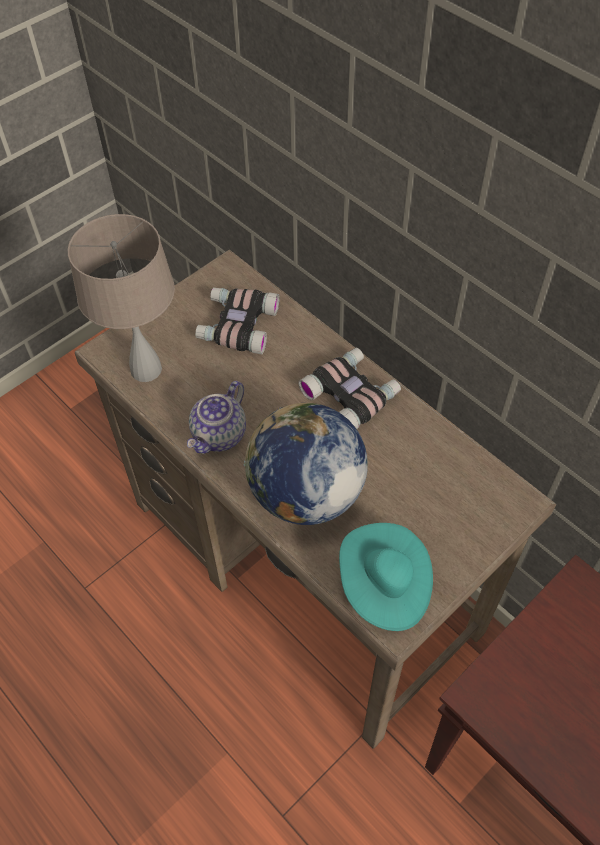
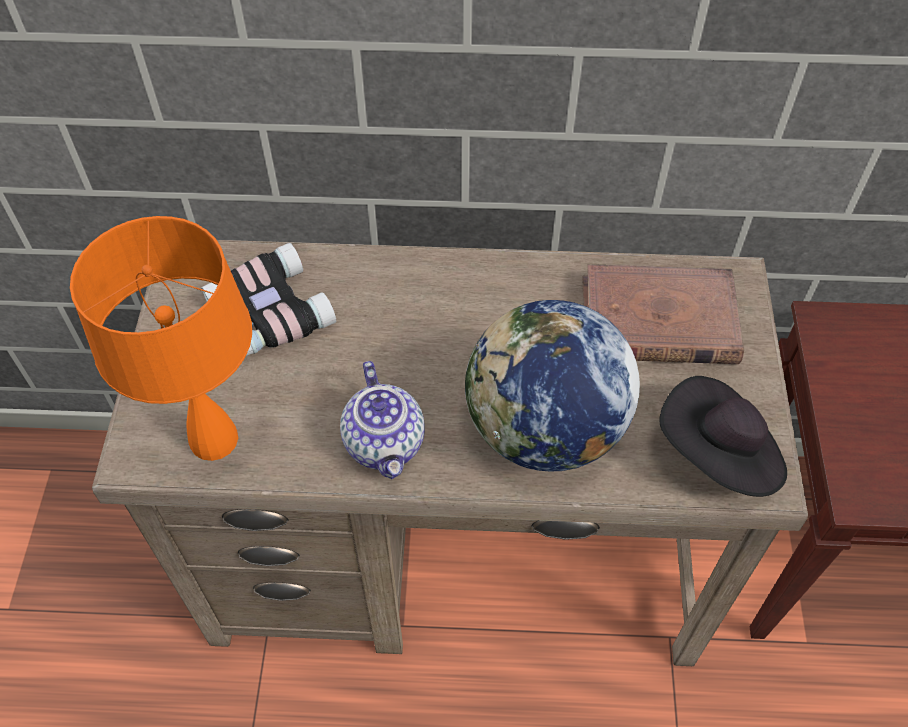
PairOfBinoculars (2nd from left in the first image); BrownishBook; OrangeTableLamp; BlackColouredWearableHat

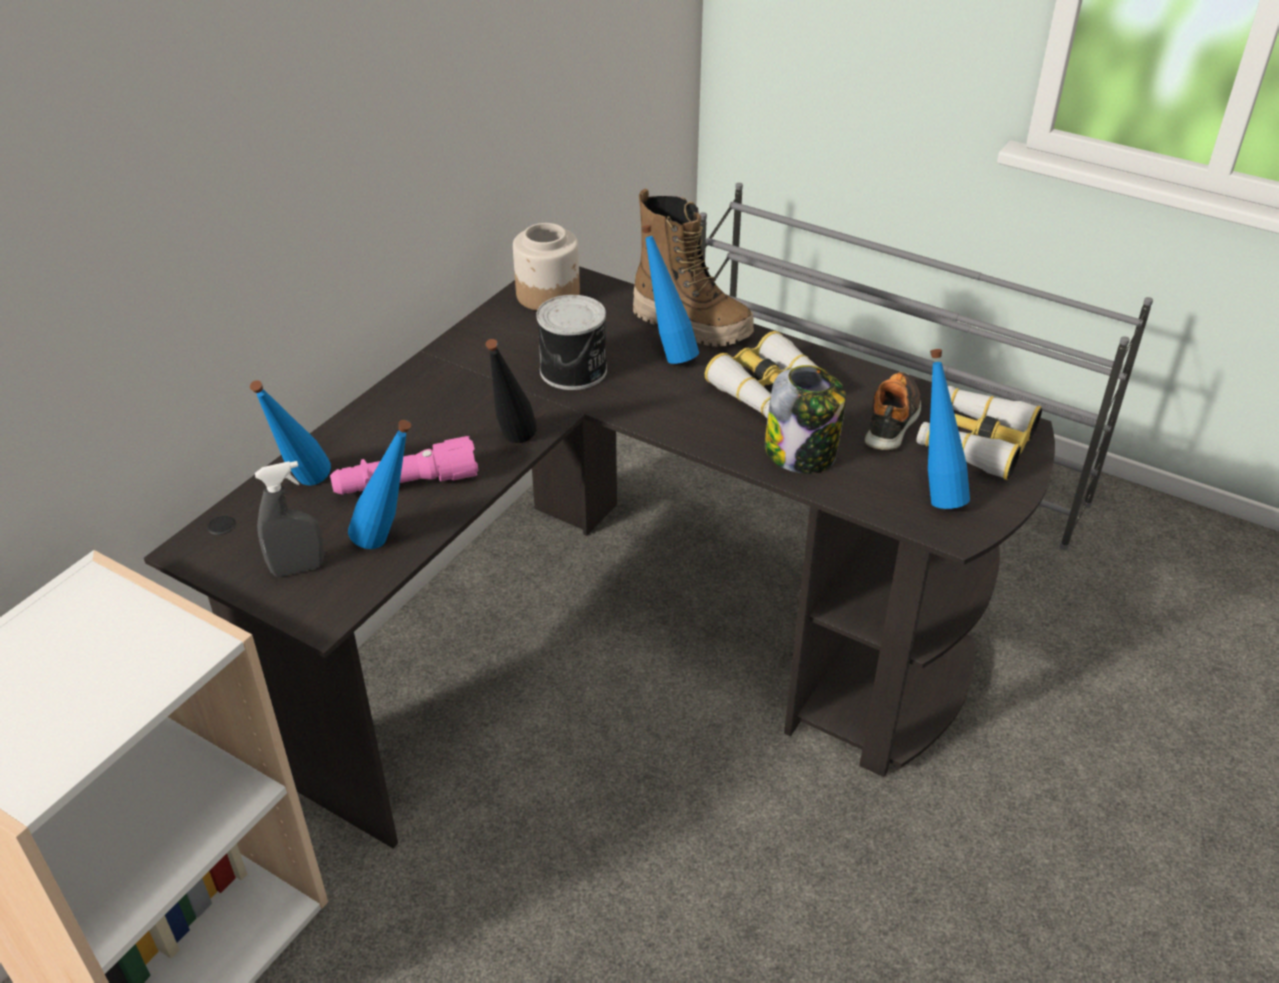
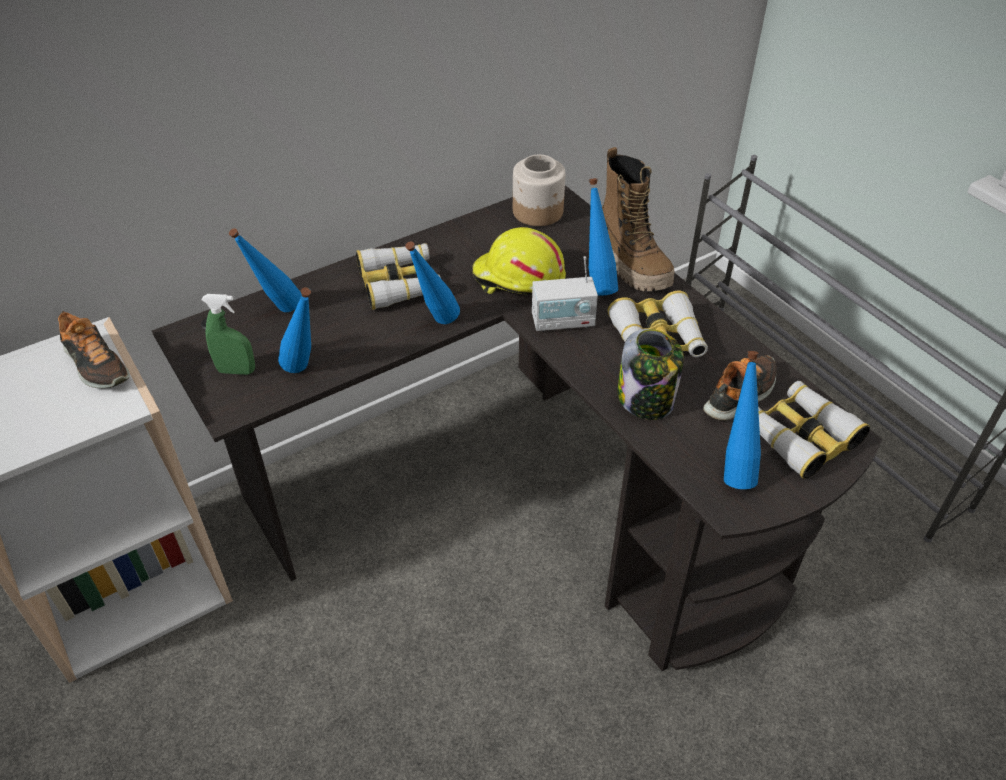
PinkishFlashlight; LowShoe (1st from left); PairOfBinoculars (1st from left); RadioSet; YellowishSafetyHelmet; GreenColouredHandSprayer; BluishBottle (3rd from left)

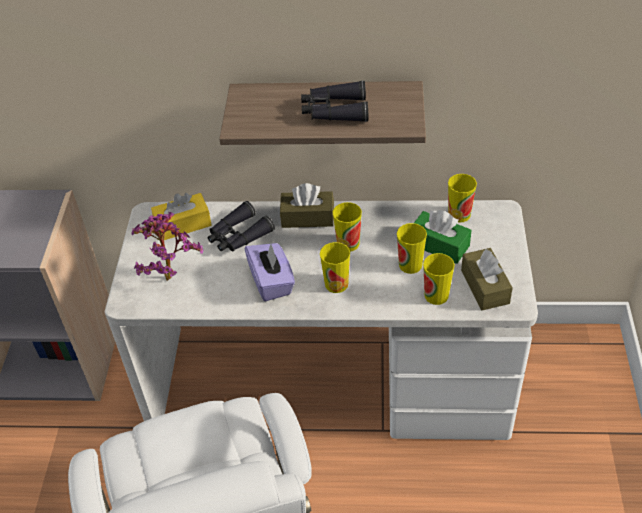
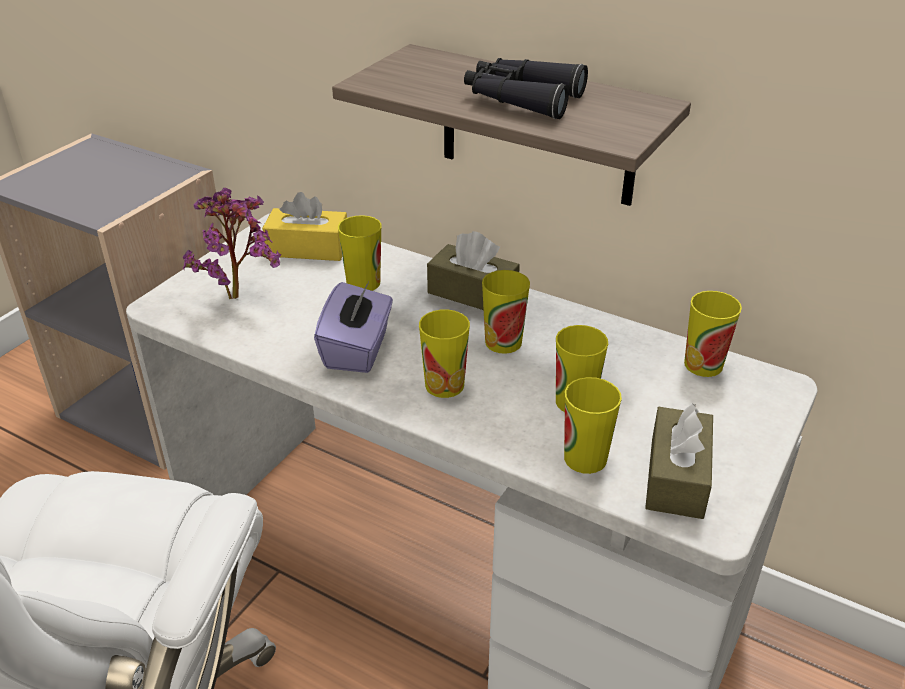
GreenColouredTissueBox; Cup (1st from left)

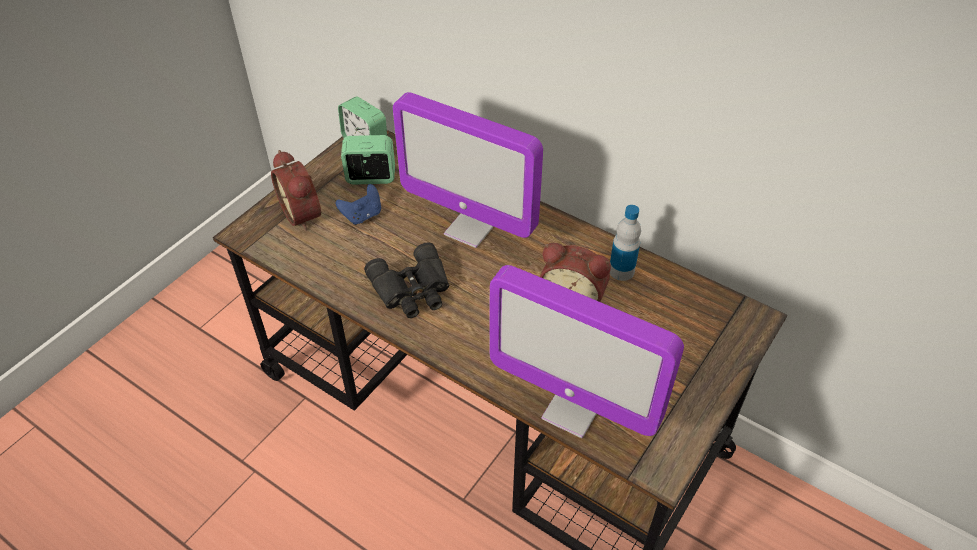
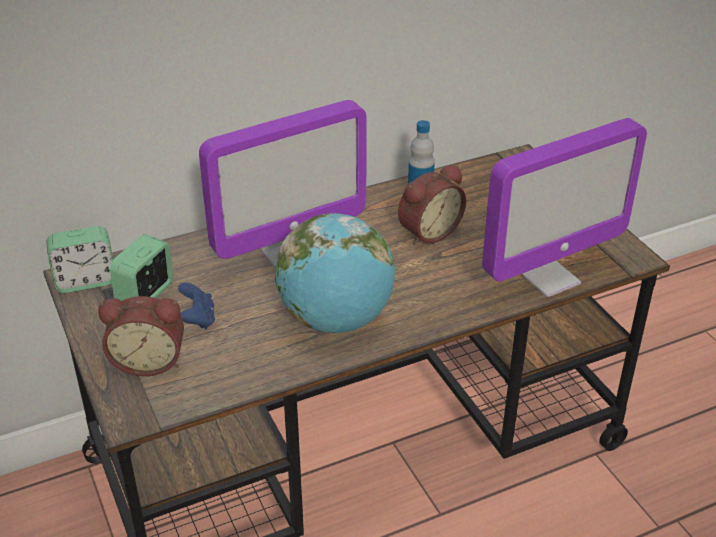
Globe

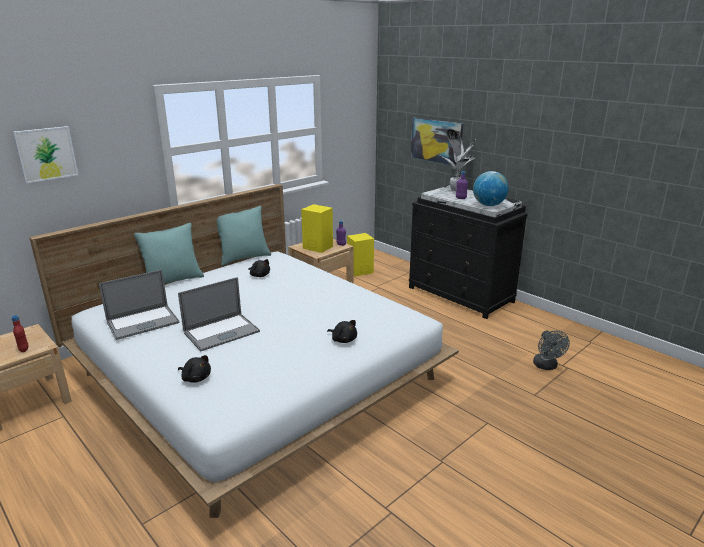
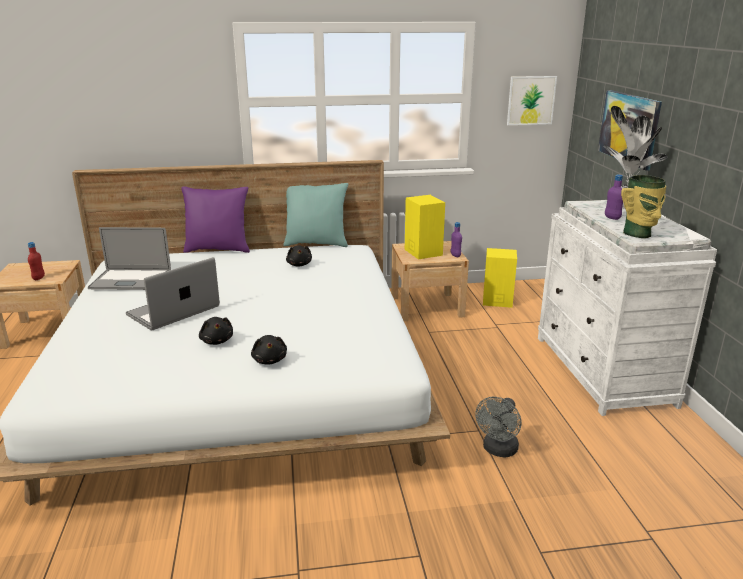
WallArt (1st from left); BlackColouredPlushToy (1st from left); GreyishElectricFan; Vase; PurplePillow; WhiteColouredChestOfDrawers; Laptop (2nd from left)

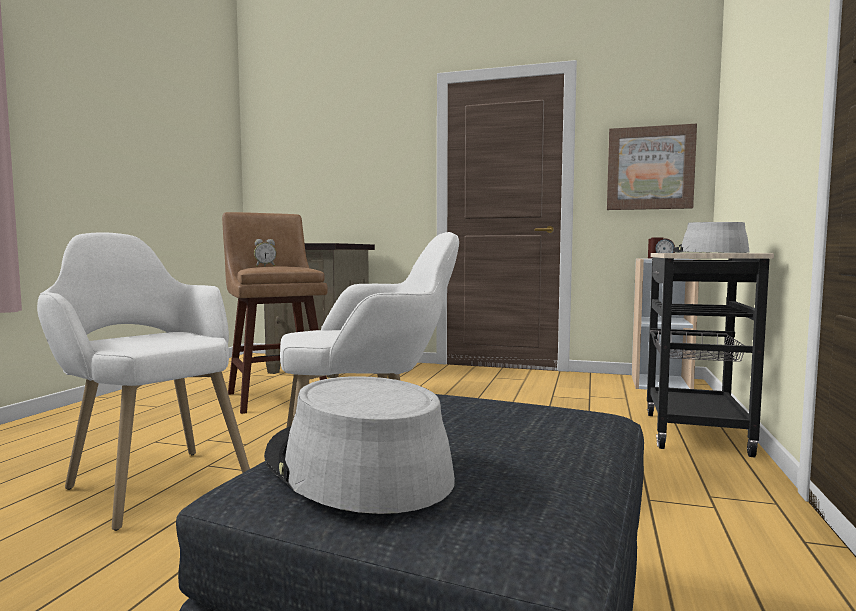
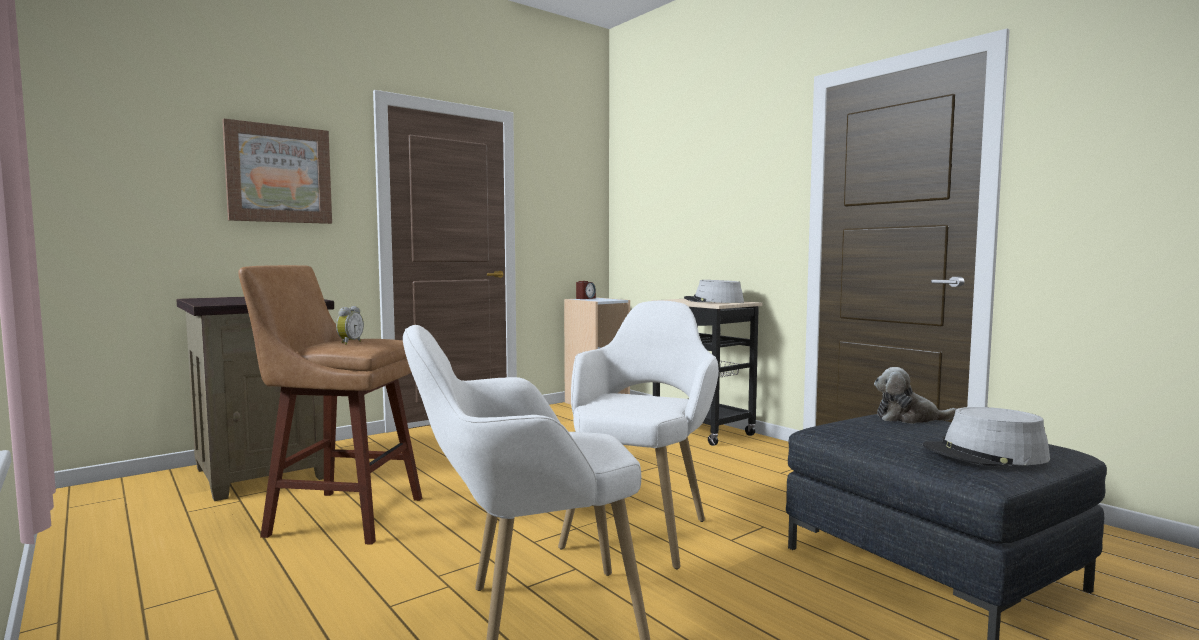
PlushToy; WallArt

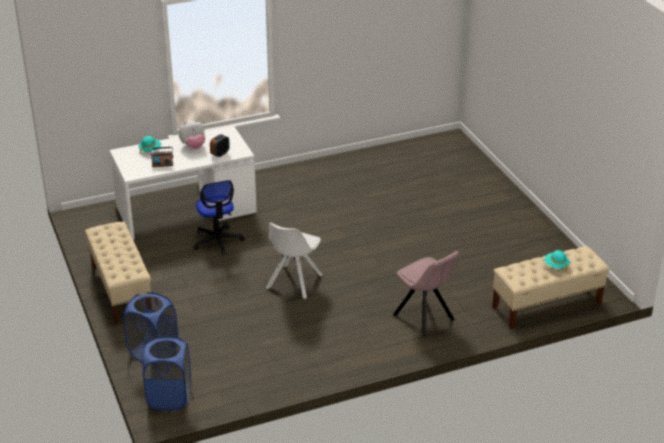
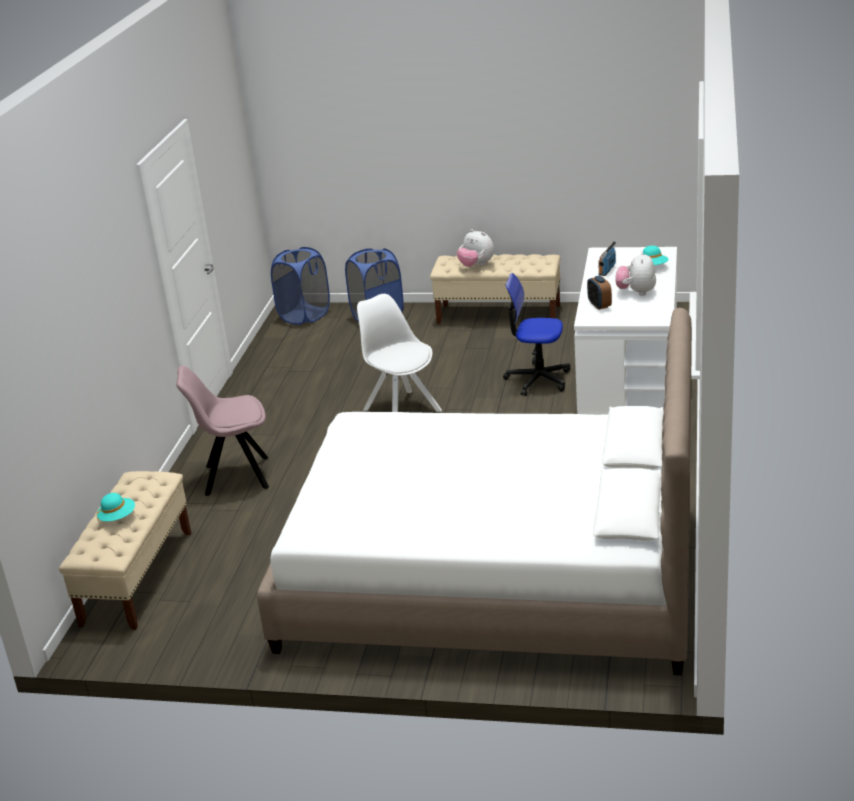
WhiteColouredBedroomBed; PlushToy (1st from left)

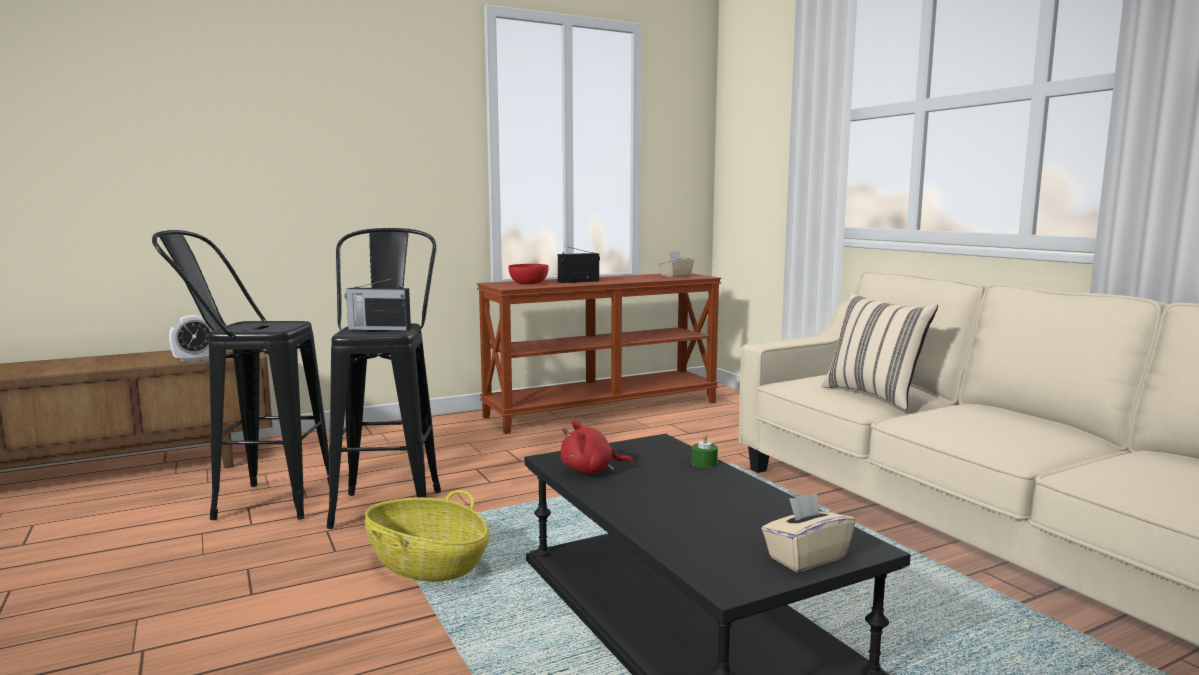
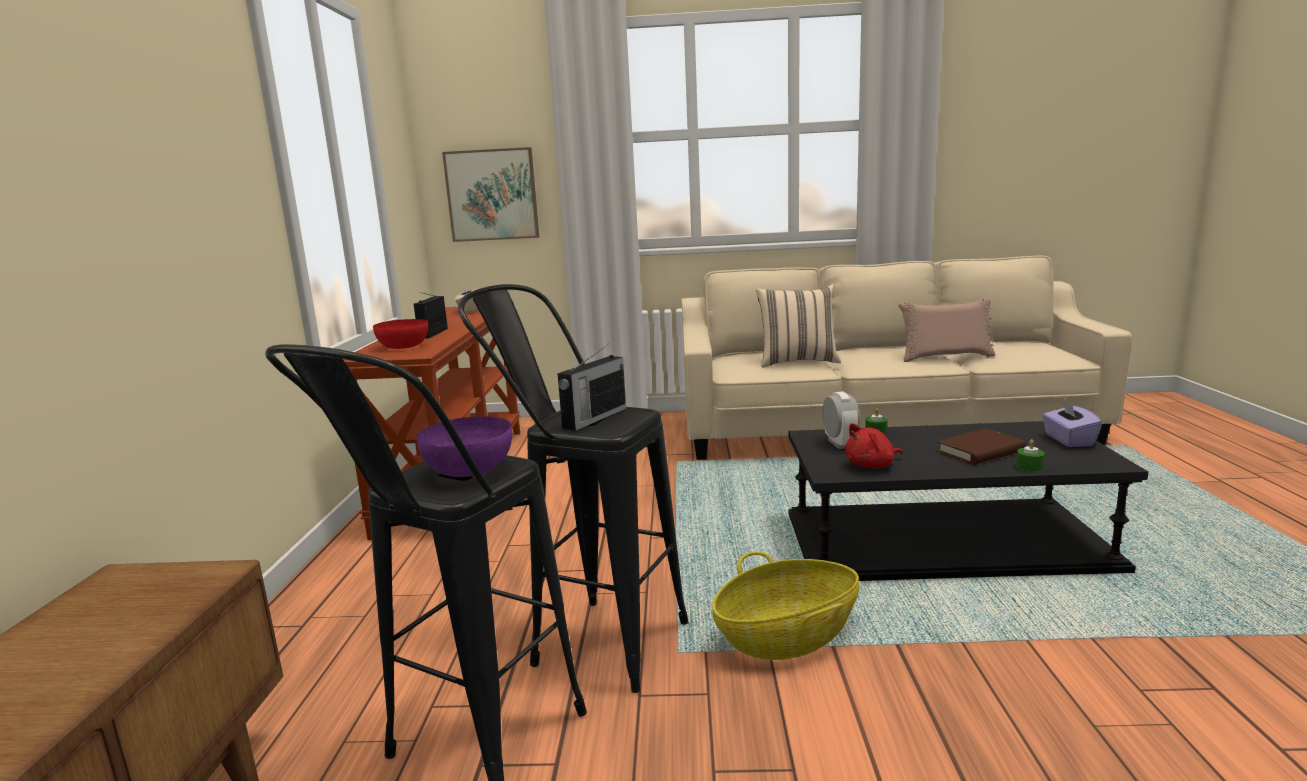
PurpleServingBowl; WallArt; BeigePillow (2nd from left); BrownishBook; GreenColouredCandle (2nd from left); TableClock; PurpleTissueBox; ReddishPlushToy

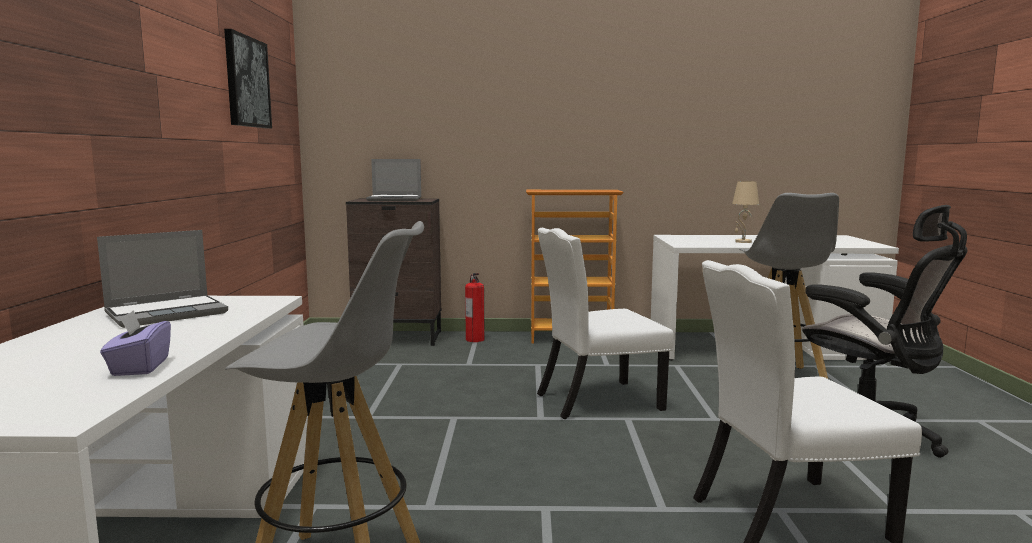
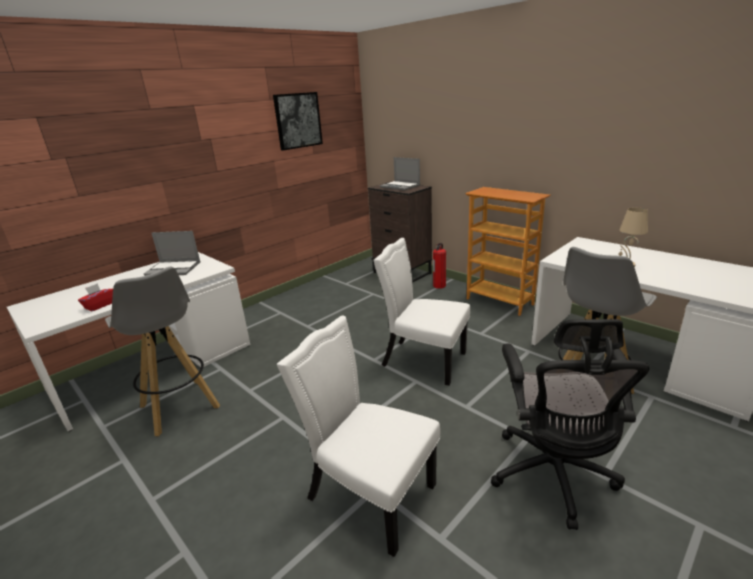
ReddishTissueBox

